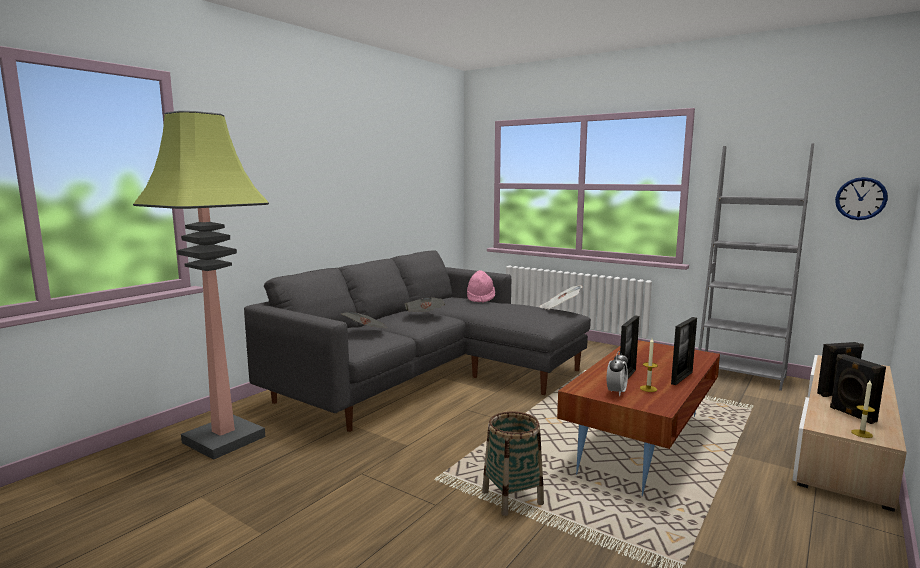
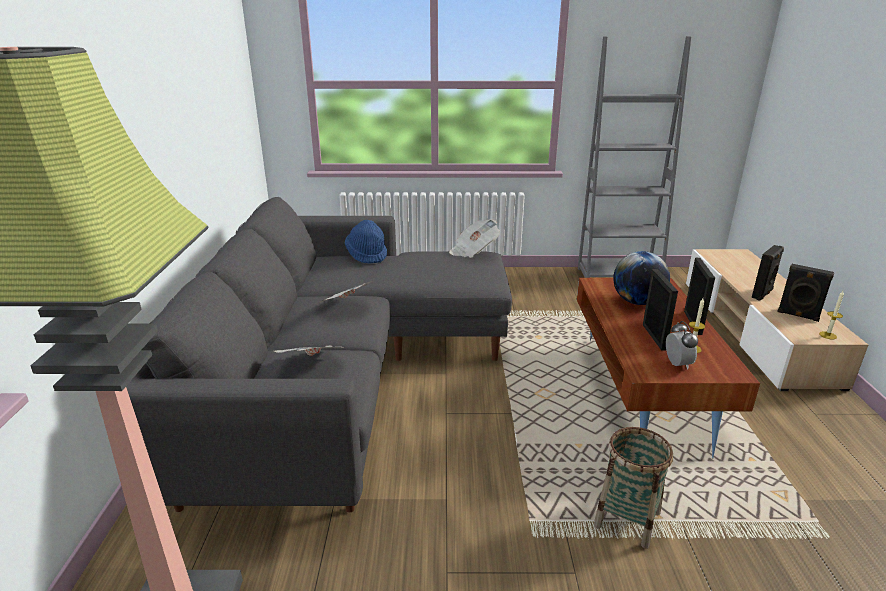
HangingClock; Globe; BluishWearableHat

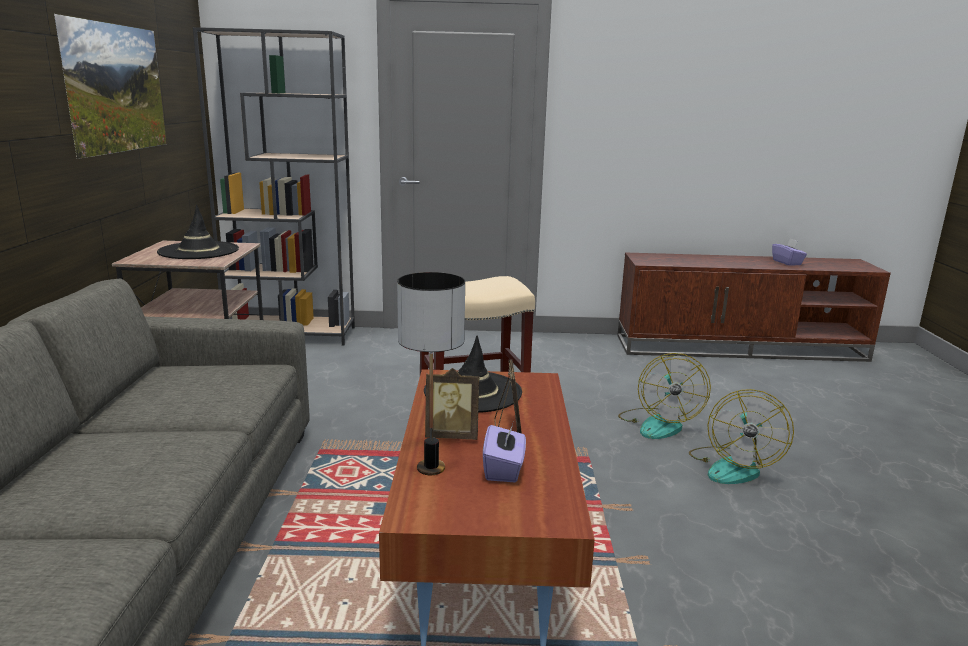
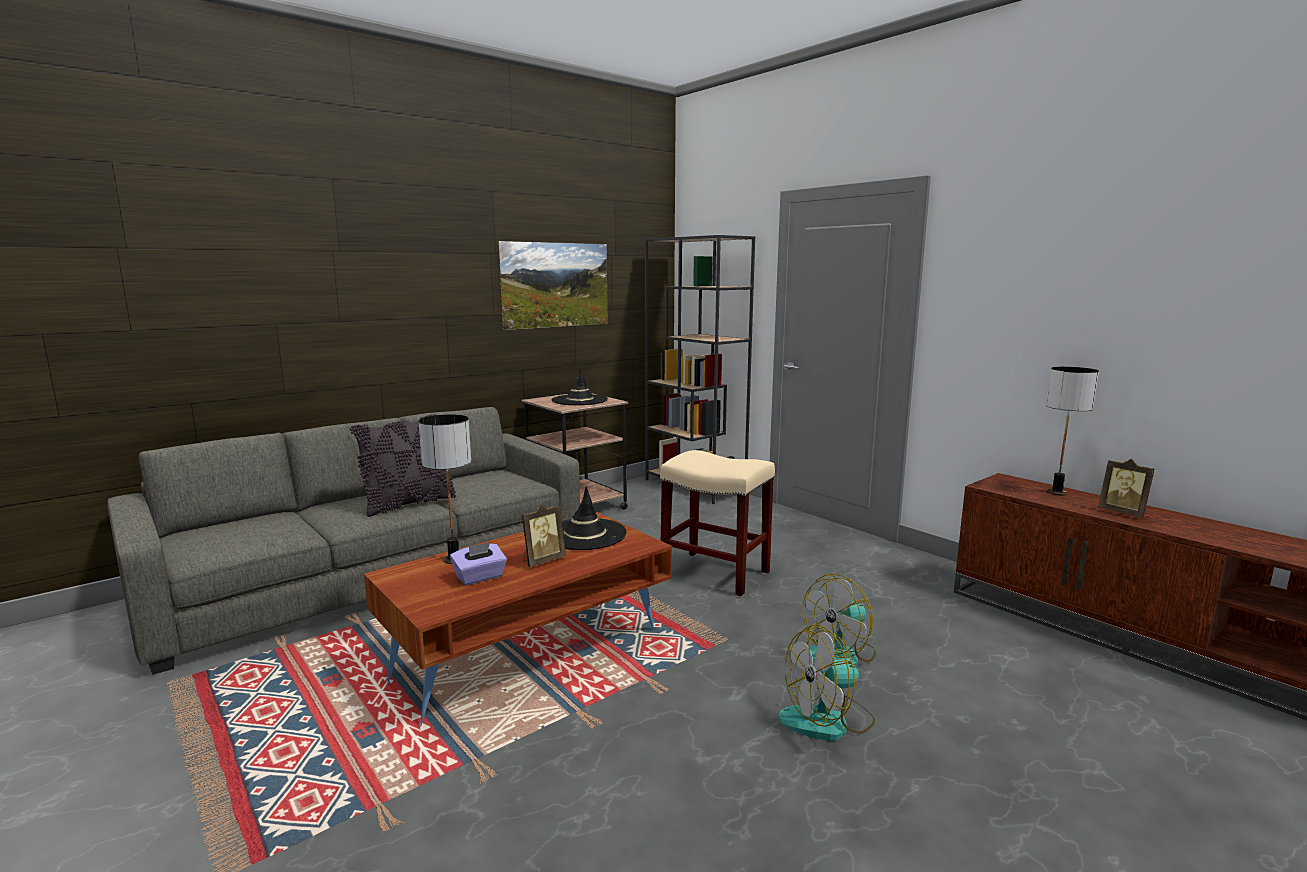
PurpleTissueBox (2nd from left in the first image); BlackColouredPillow; TableLamp (2nd from left); PictureFrame (2nd from left)

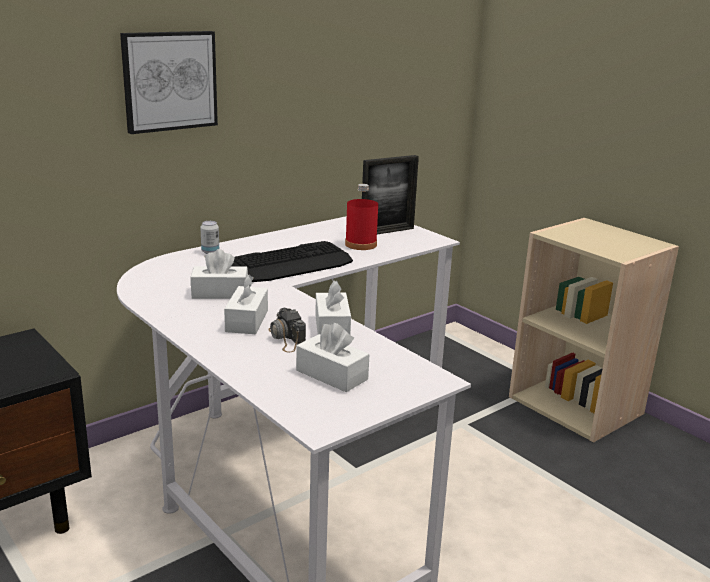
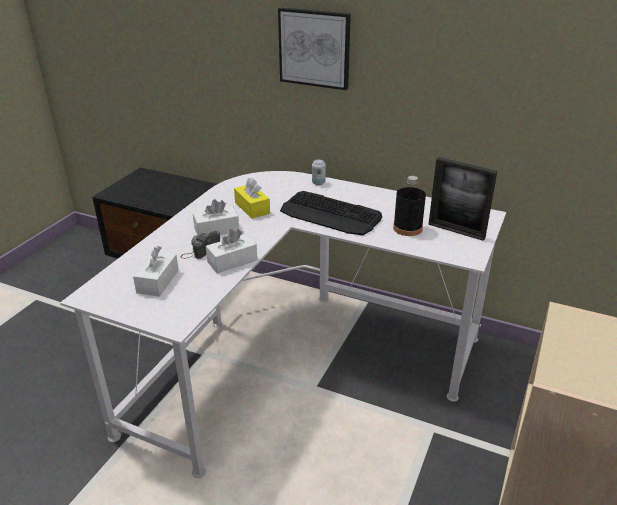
YellowishTissueBox; BlackColouredBottle

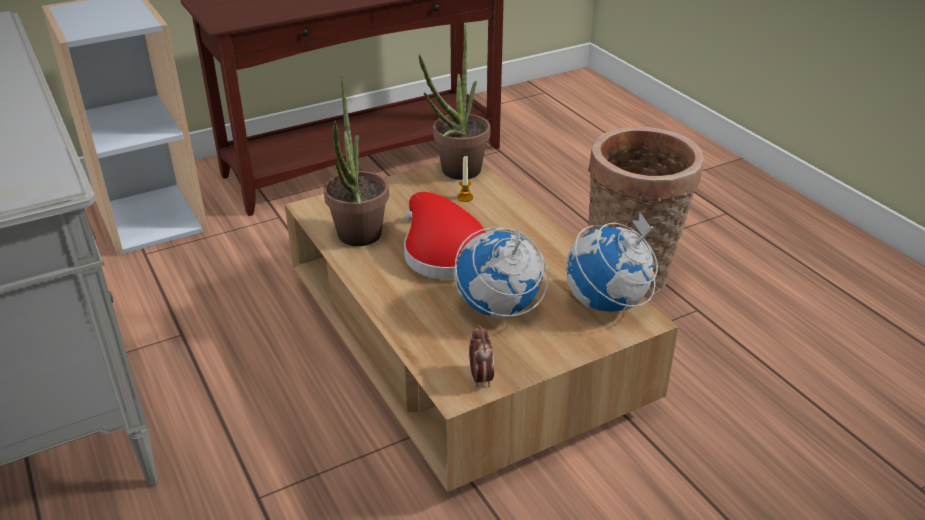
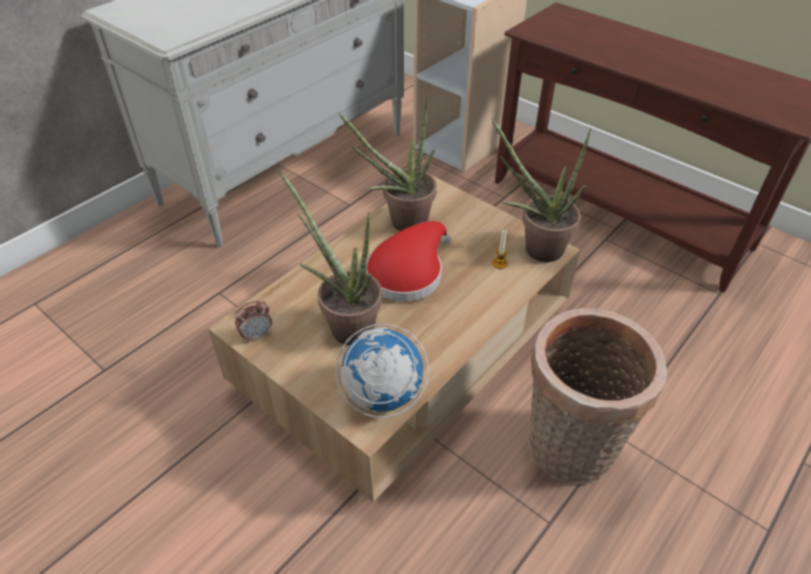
PottedPlant (1st from left)

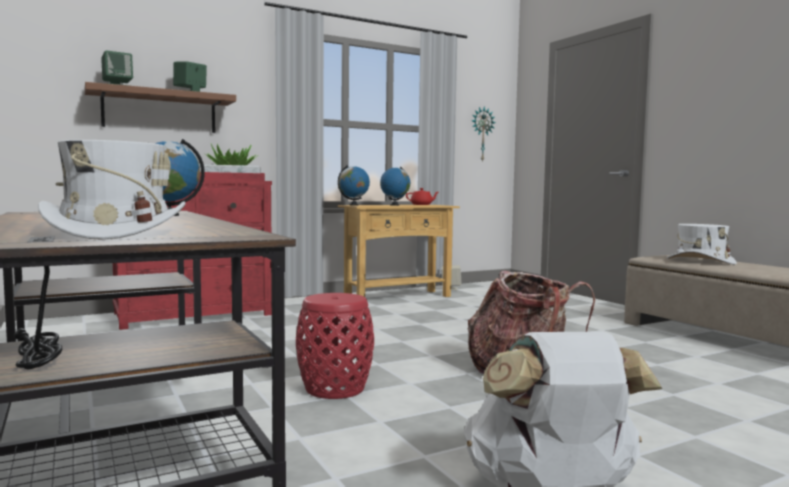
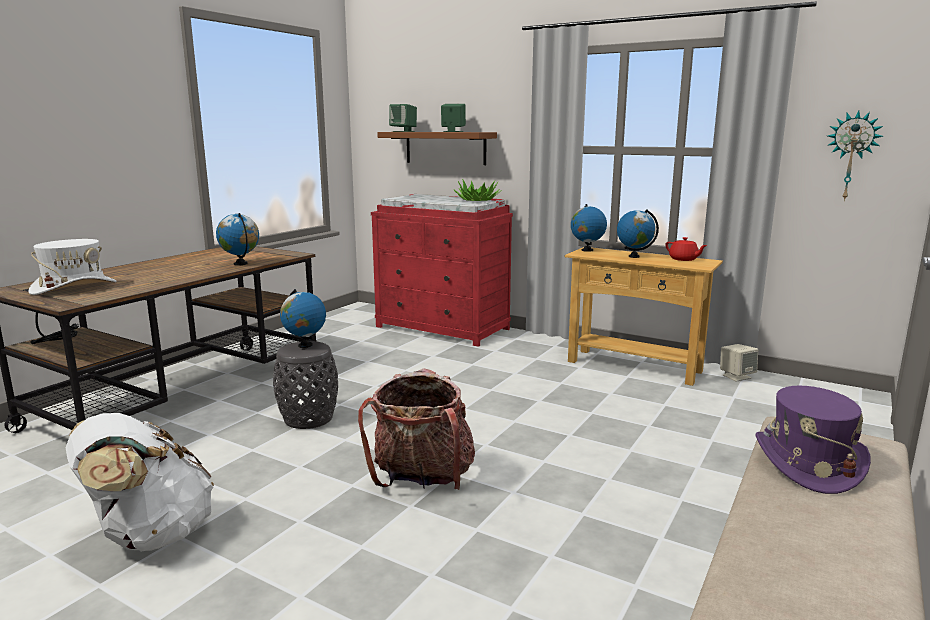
Globe (2nd from left); GreyishStoolSeat; PurpleWearableHat

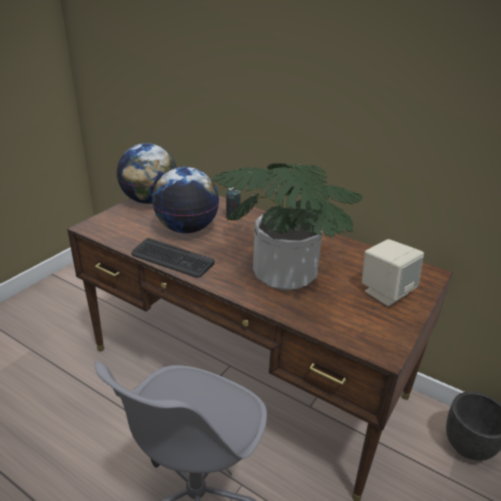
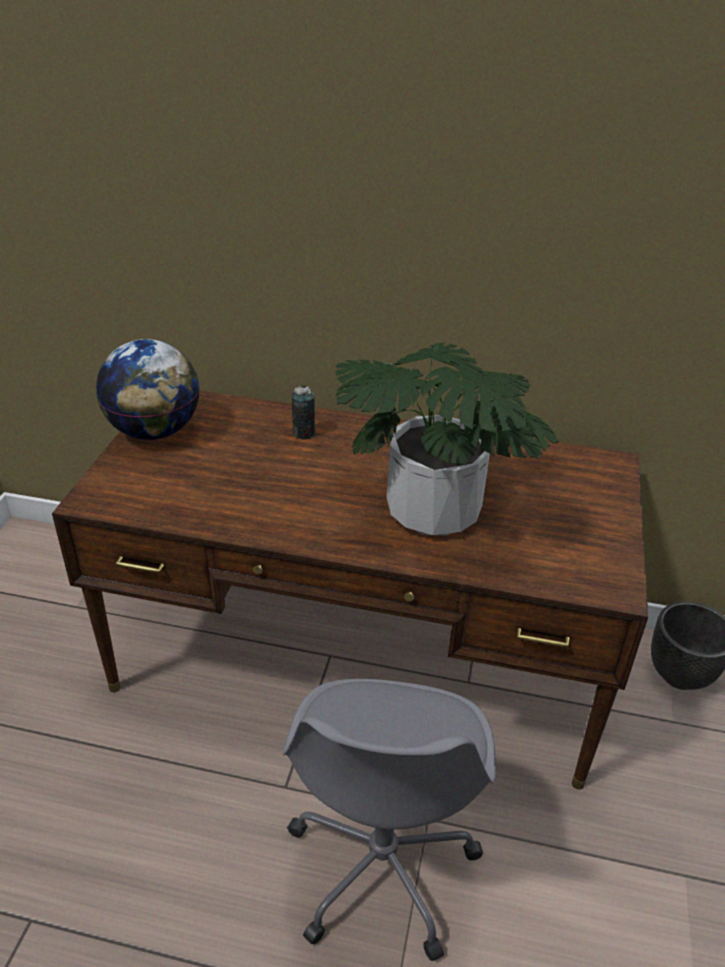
PcKeyboard; Globe (2nd from left in the first image); BeigeSpeaker

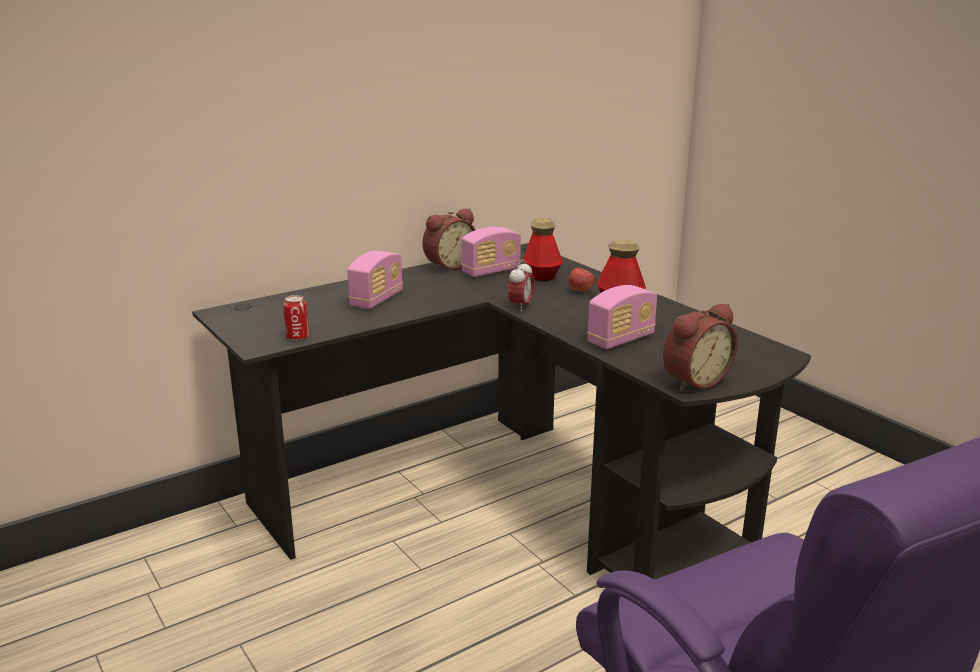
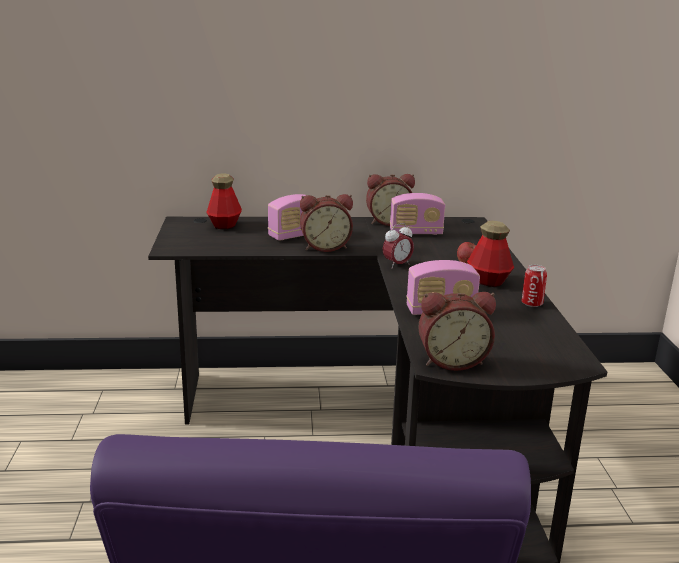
TableClock (1st from left); SealedCan; Bottle (1st from left)

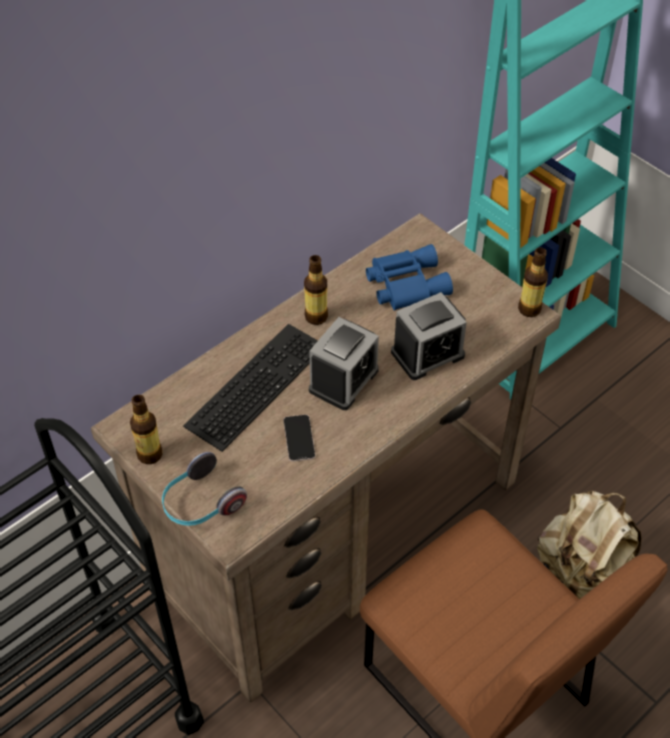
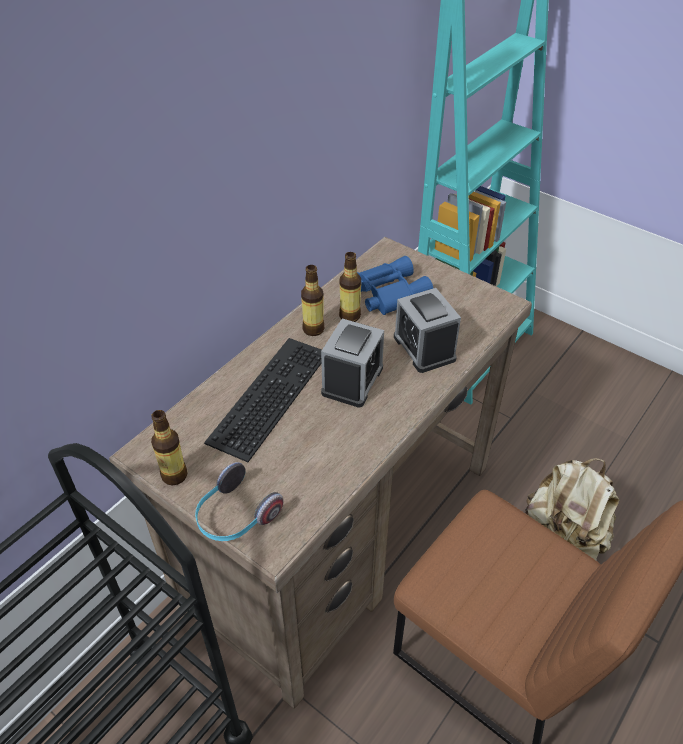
Phone; Bottle (3rd from left); TableClock (2nd from left)

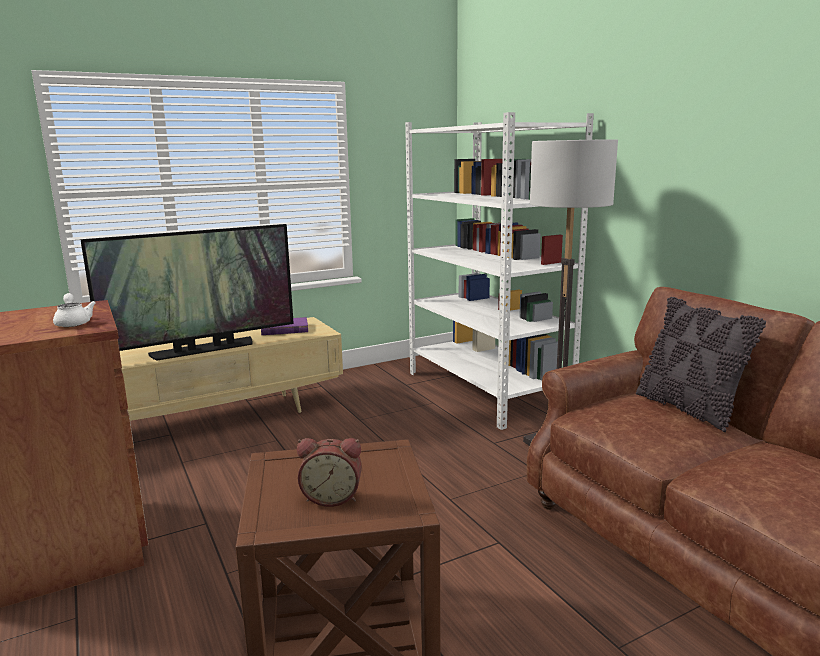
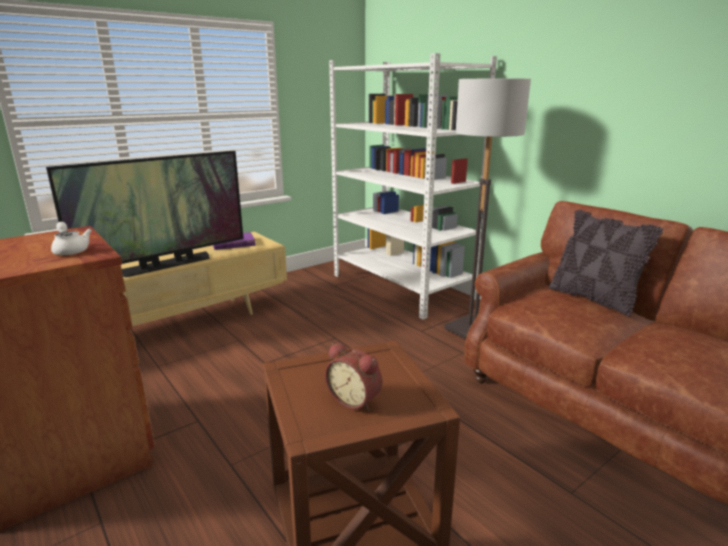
TableClock

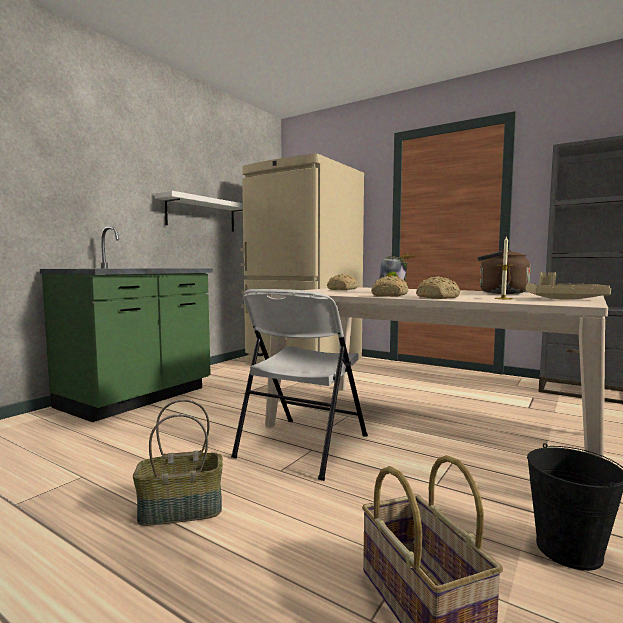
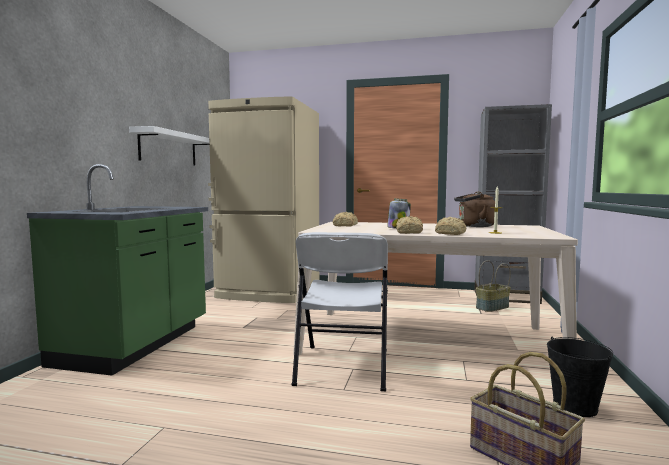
BeigeTray; Basket (1st from left)

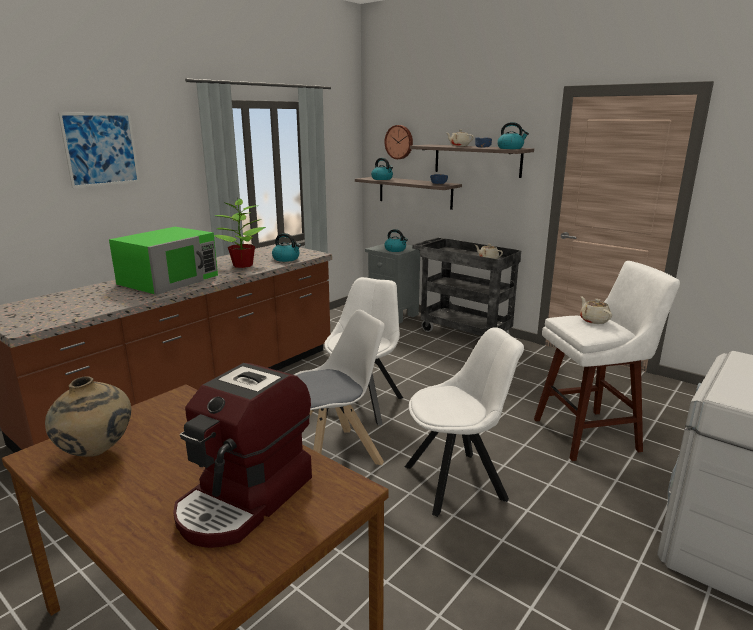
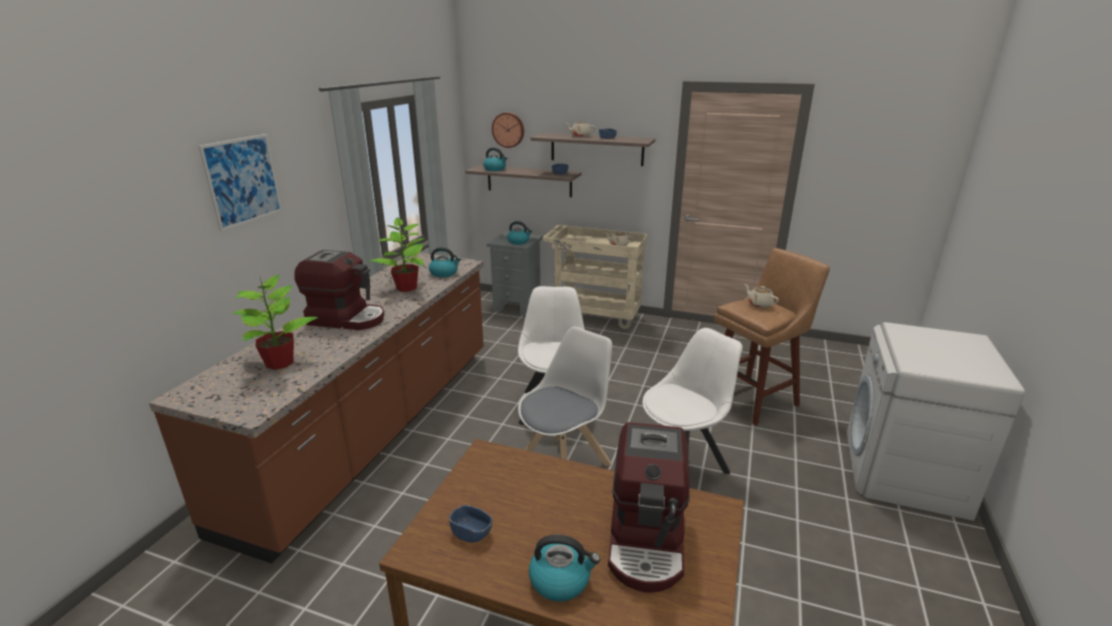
PottedPlant (1st from left); Kettle (4th from left); BluishServingBowl (1st from left); CoffeeMachine (1st from left); BeigeCart; BrownishStoolSeat

